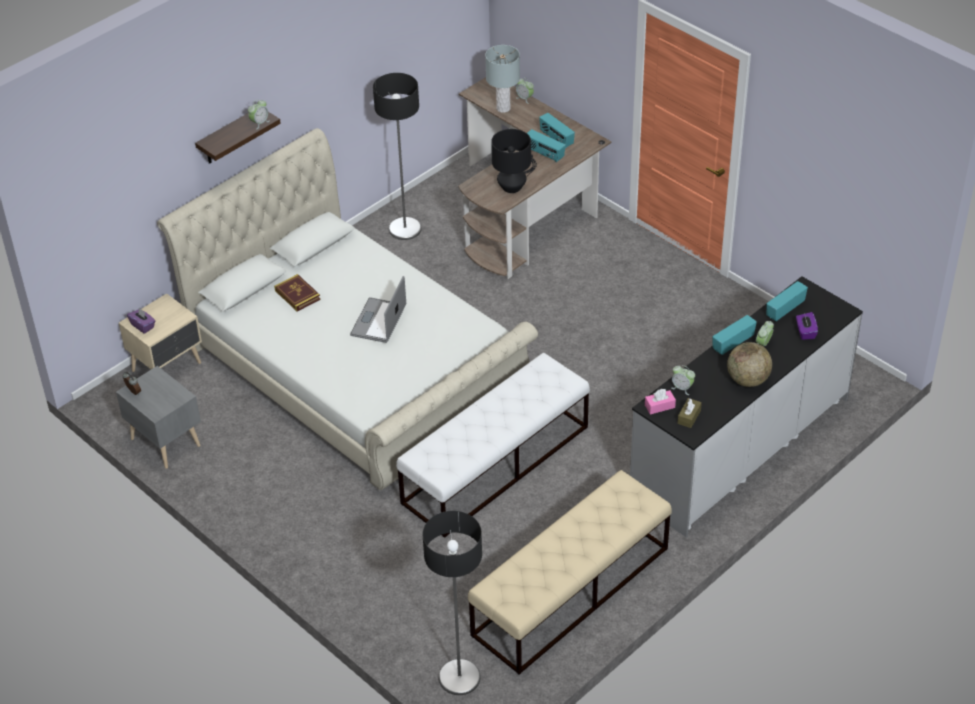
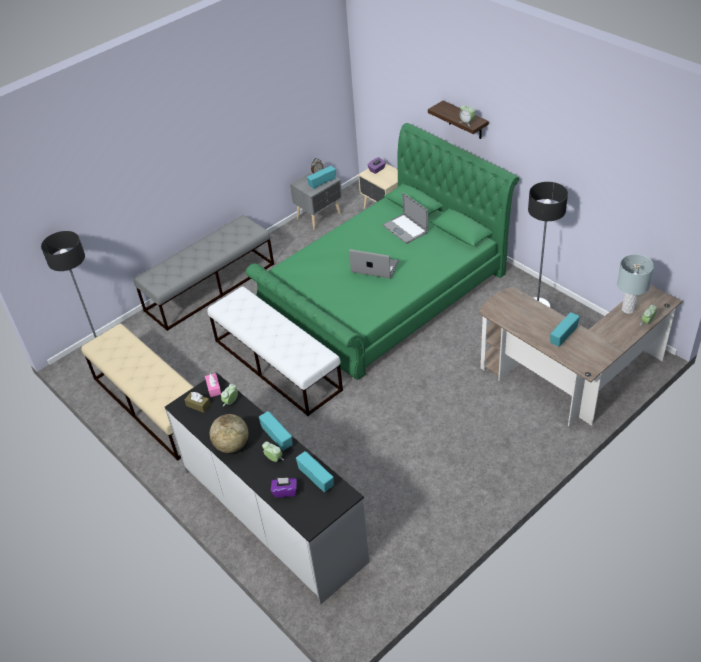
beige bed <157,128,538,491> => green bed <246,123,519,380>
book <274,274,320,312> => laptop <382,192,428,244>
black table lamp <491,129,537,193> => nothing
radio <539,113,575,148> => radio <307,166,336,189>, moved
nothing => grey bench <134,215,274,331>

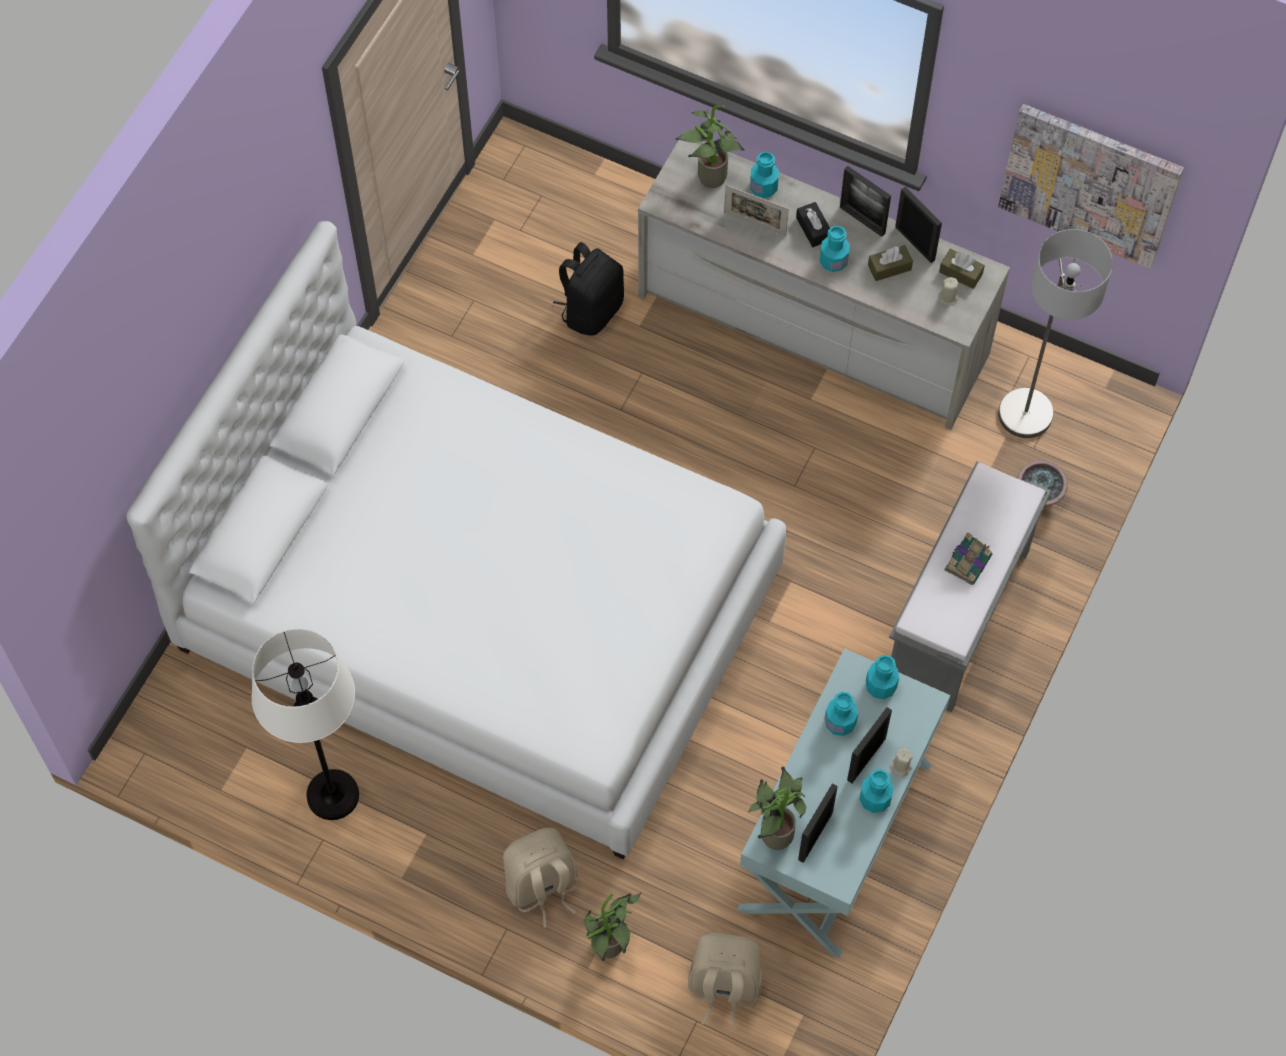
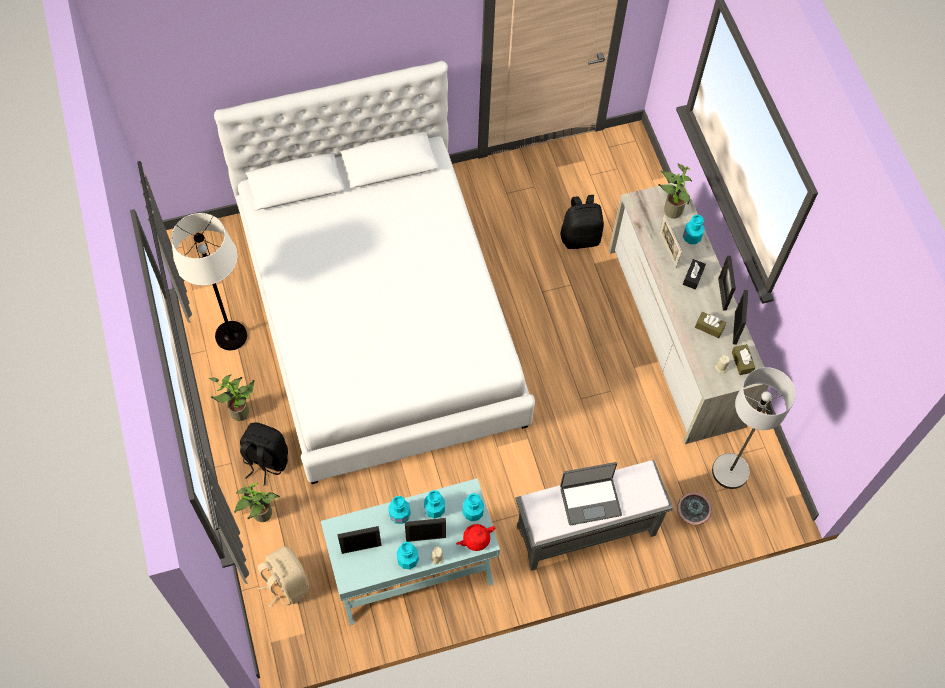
beige backpack <503,828,579,928> => black backpack <240,422,288,486>
potted plant <748,767,806,850> => potted plant <209,374,255,421>, moved
turquoise bottle <819,226,850,272> => turquoise bottle <388,496,410,524>, moved
book <944,532,992,585> => laptop <560,462,622,525>
picture <998,104,1184,269> => nothing
nothing => red teapot <456,524,495,551>

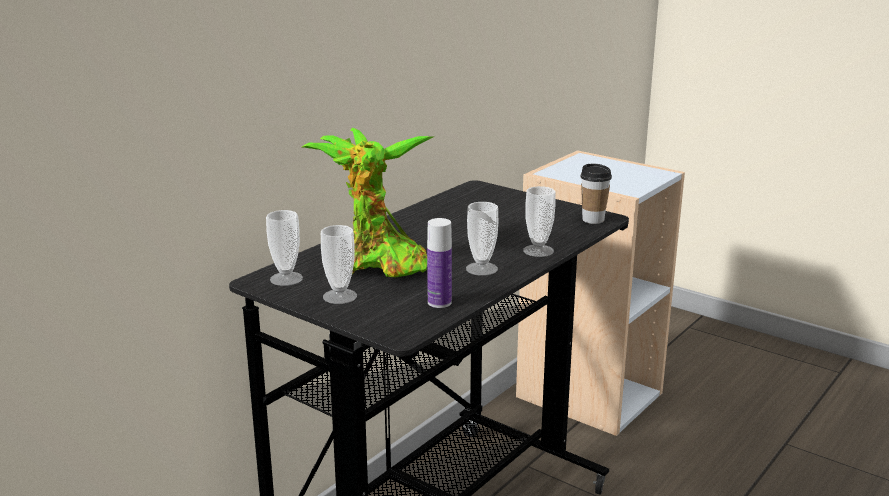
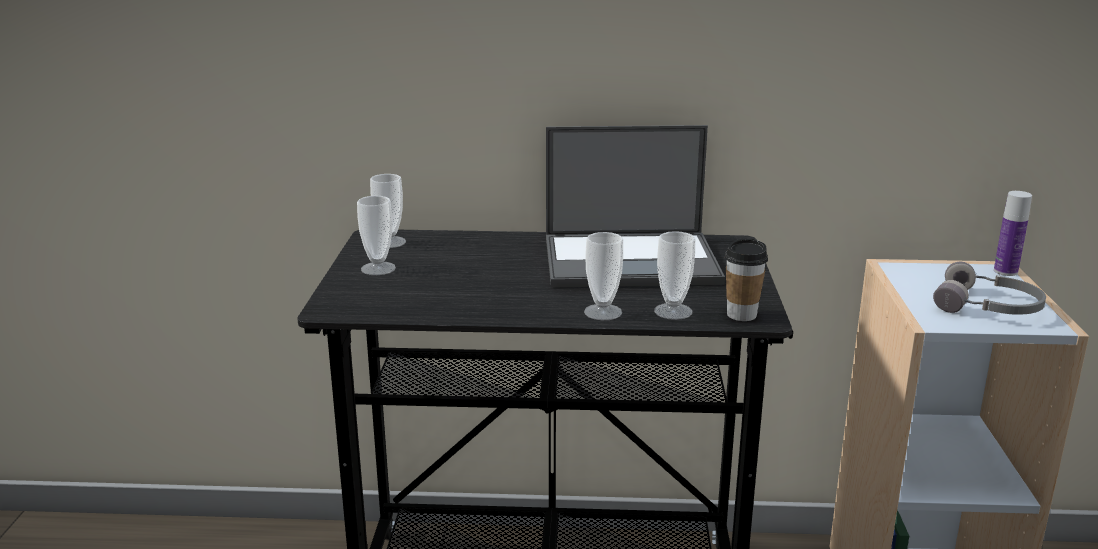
potted plant <302,128,435,277> => nothing
bottle <427,218,452,308> => bottle <994,191,1032,276>, moved
cup <466,202,498,276> => cup <654,231,695,320>, moved
nothing => laptop <546,125,725,288>
nothing => grey headphones <933,262,1046,315>

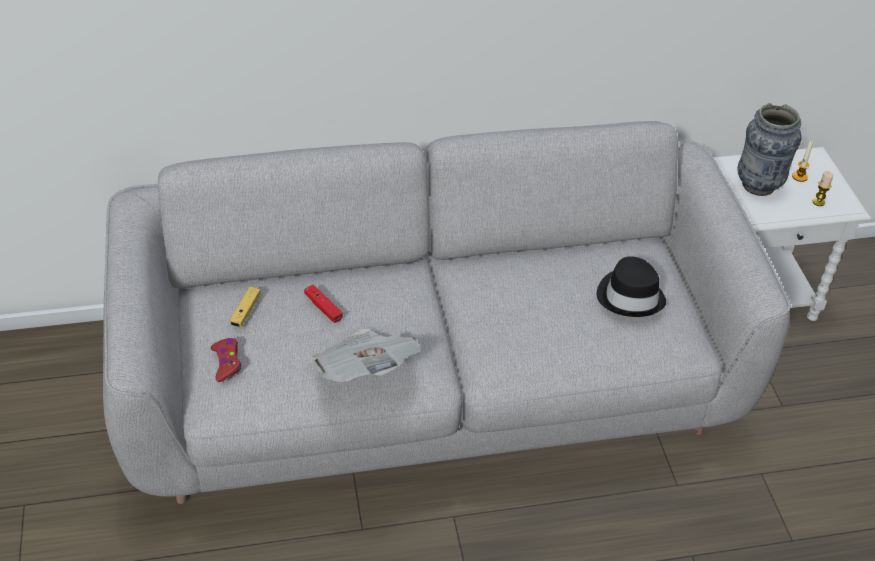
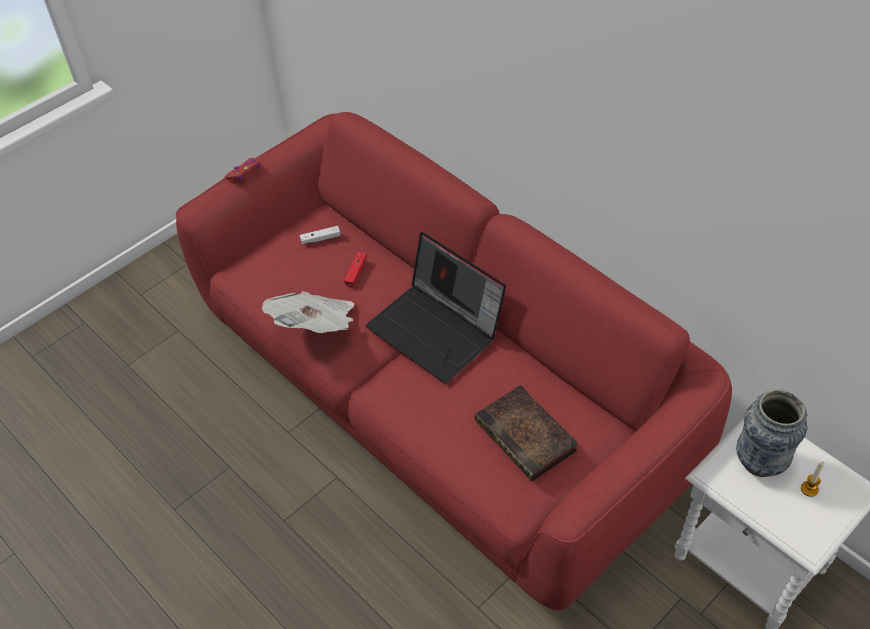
grey sofa <103,121,791,504> => red sofa <176,112,732,610>
red game controller <211,338,241,382> => red game controller <225,158,260,181>, moved
yellow game controller <230,287,261,327> => white game controller <300,226,340,244>
black hat <597,256,666,317> => book <474,385,578,481>
candle <813,171,834,206> => nothing
nothing => laptop <366,232,506,383>

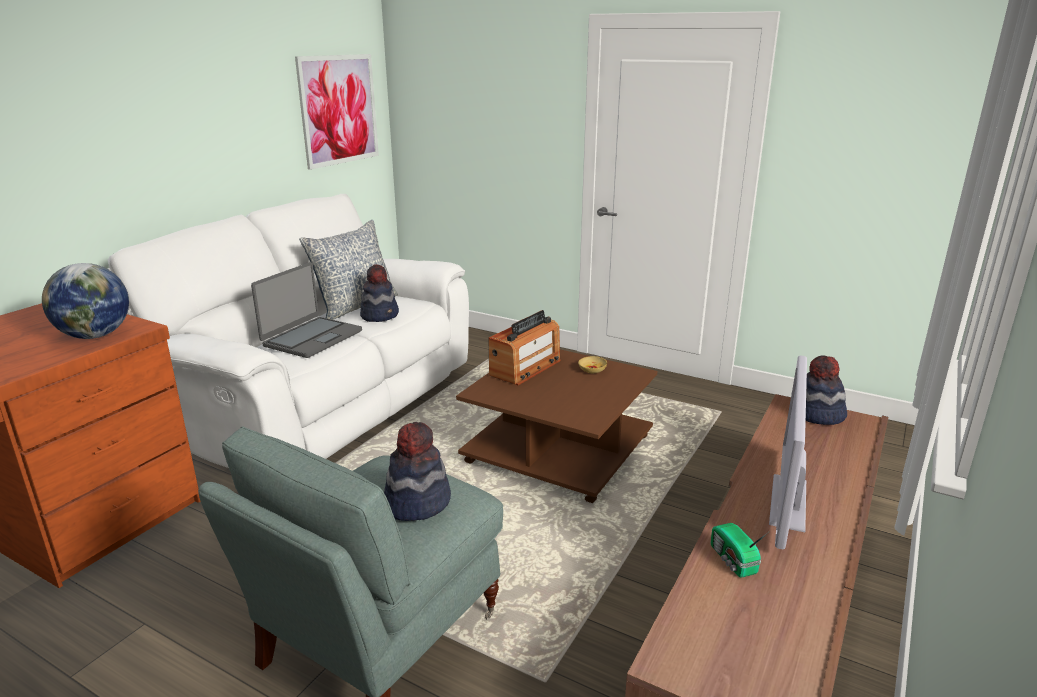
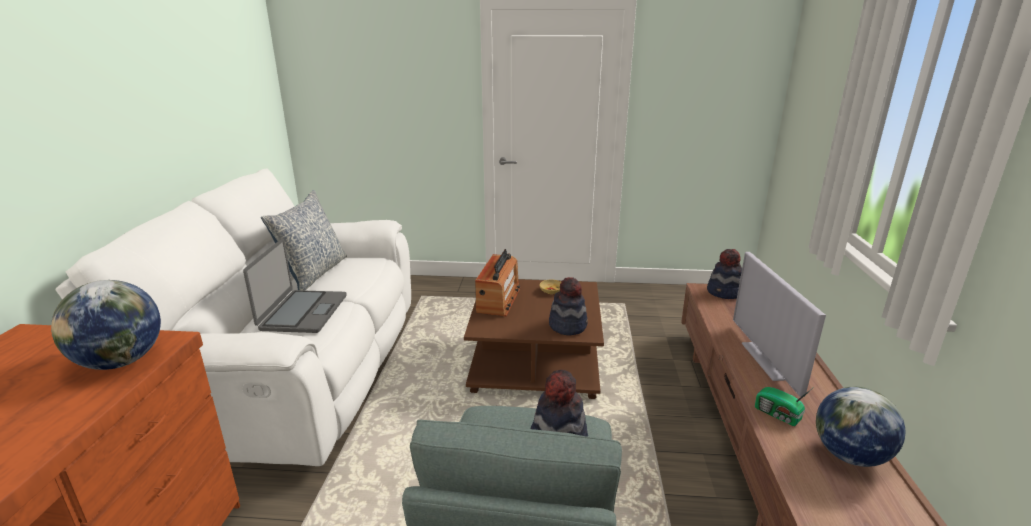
picture <295,54,379,170> => nothing
hat <360,264,399,322> => hat <549,277,588,336>, moved
nothing => globe <816,387,905,467>

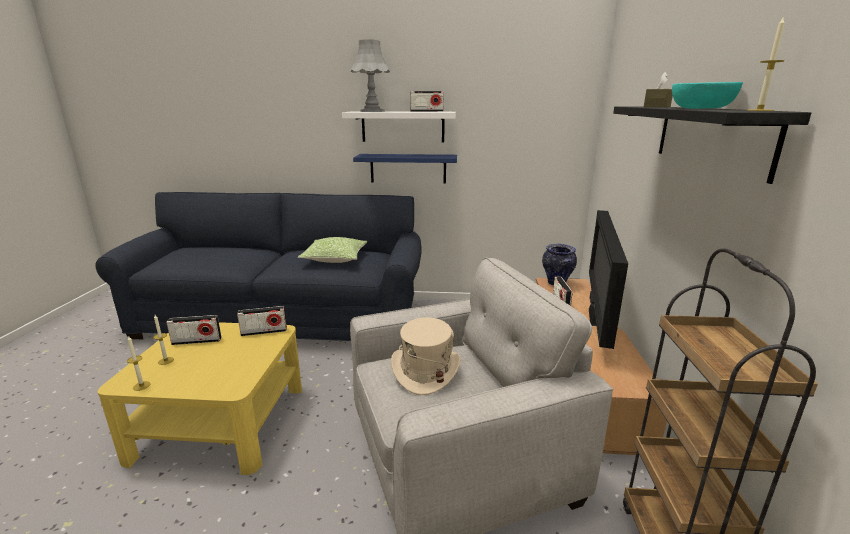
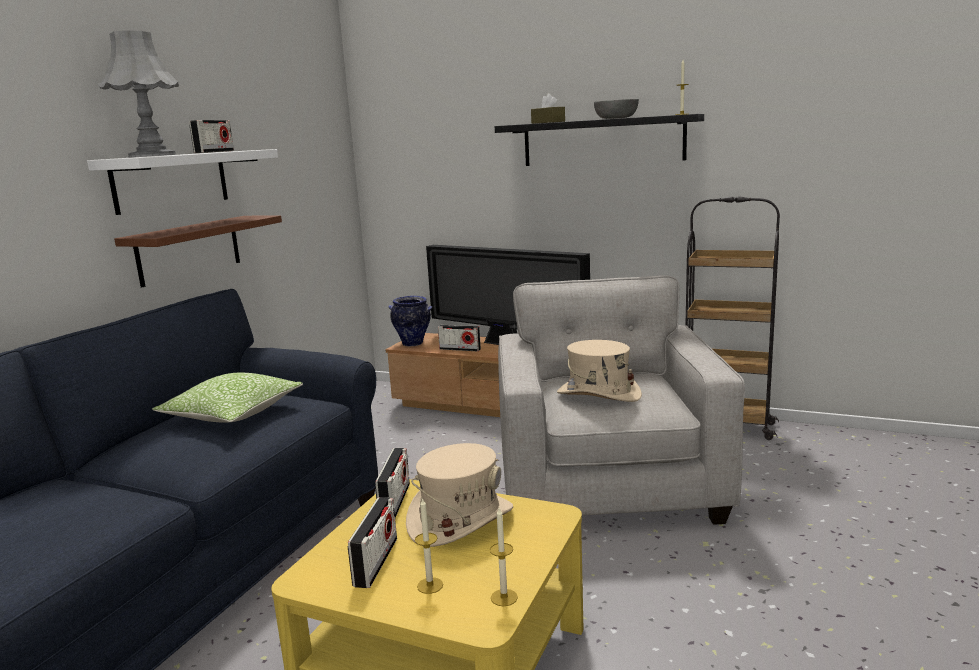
blue shelf <353,154,457,184> => brown shelf <114,215,282,287>
turquoise bowl <672,82,743,109> => grey bowl <594,99,639,119>
nothing => beige hat <406,443,513,547>

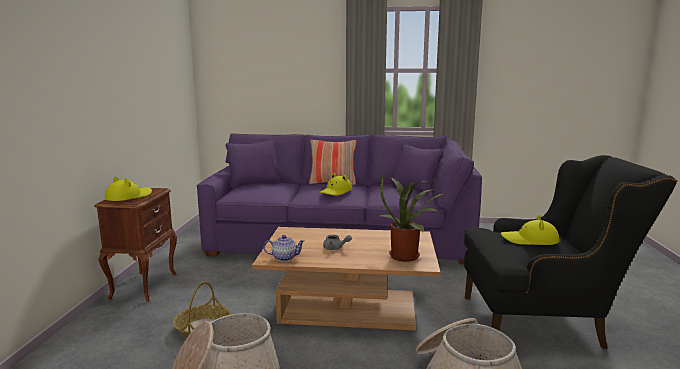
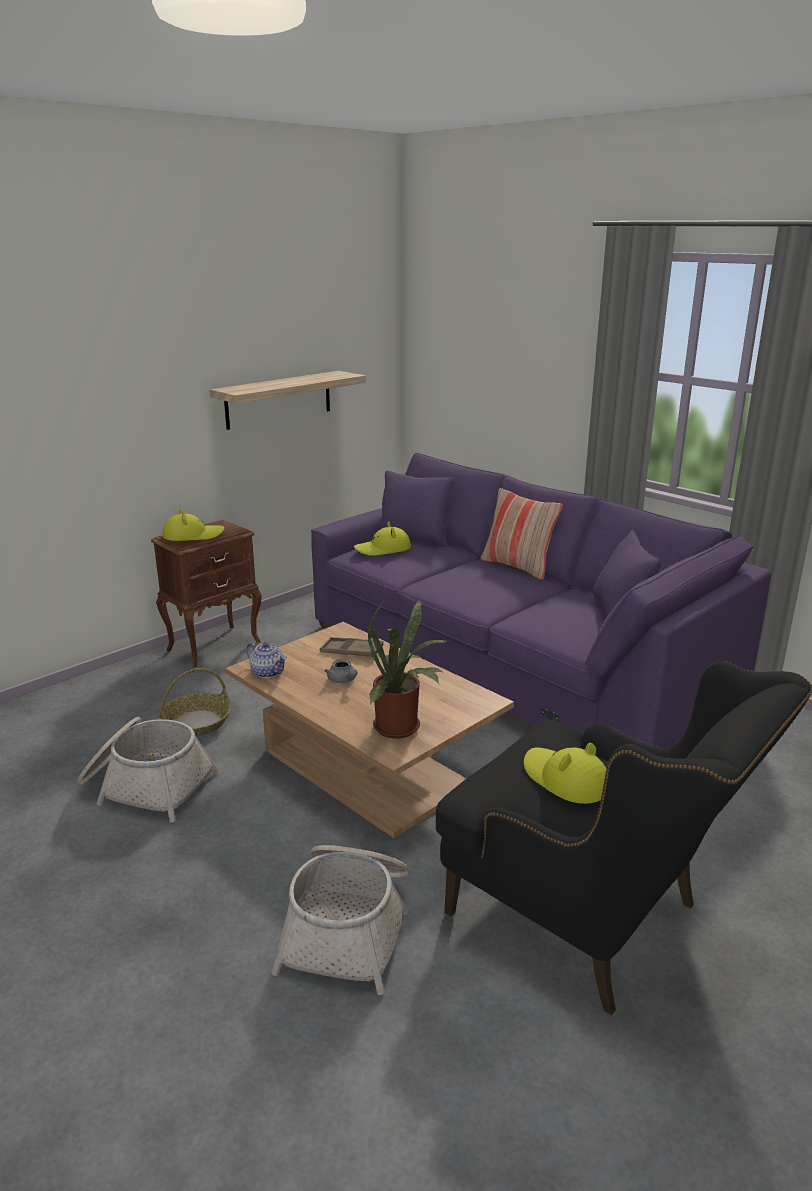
yellow hat <320,173,352,196> => yellow hat <354,521,411,556>, moved
nothing => shelf <209,371,366,430>
nothing => brown tray <320,637,384,657>

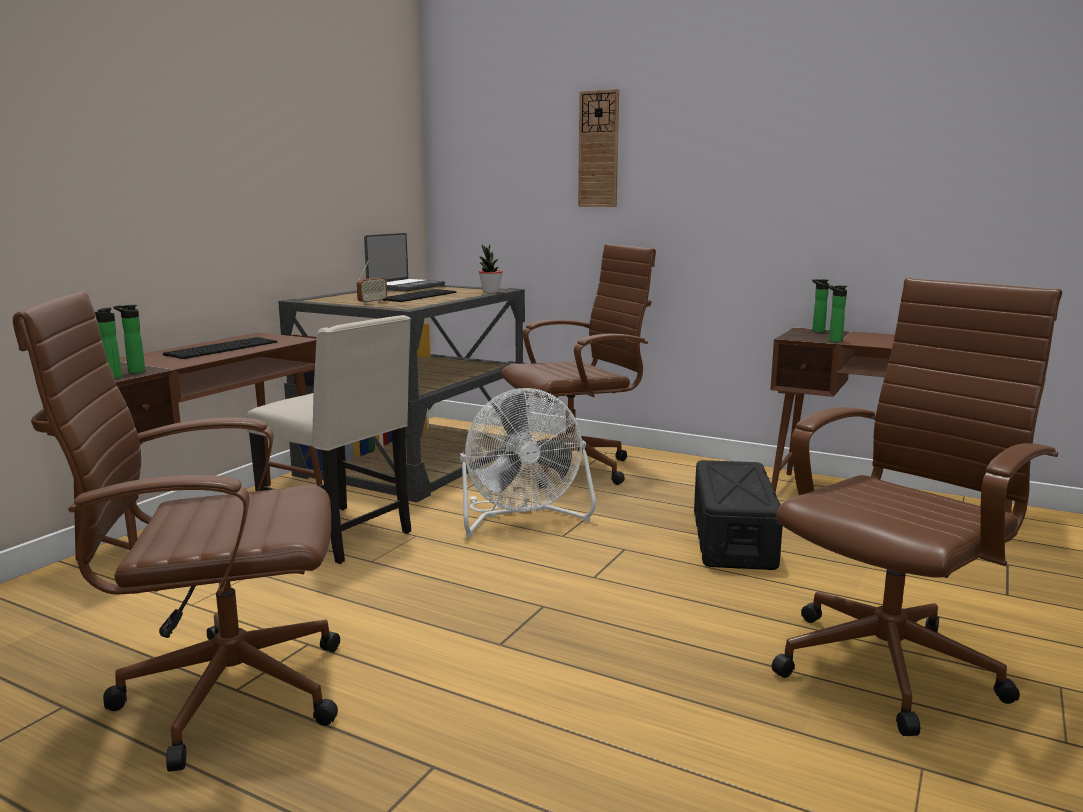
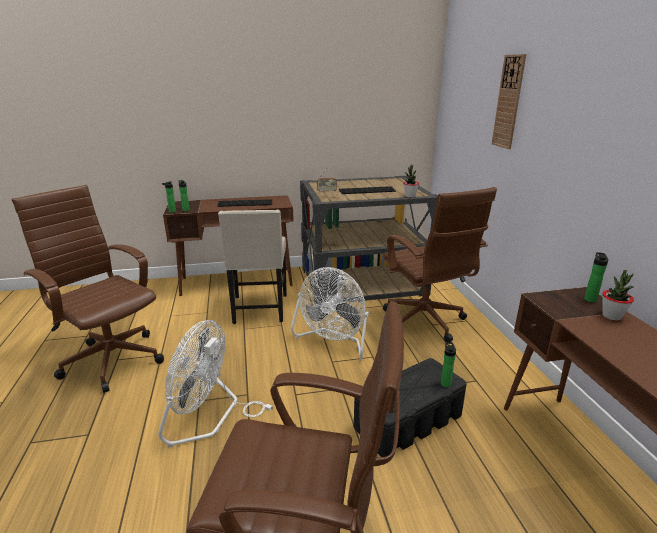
laptop <364,233,445,292> => nothing
brown office chair <502,244,656,489> => brown office chair <383,187,497,342>, 45 degrees clockwise
bottle <828,285,847,342> => bottle <441,342,456,388>, moved
nothing => white fan <158,320,273,448>
nothing => potted plant <602,270,634,321>

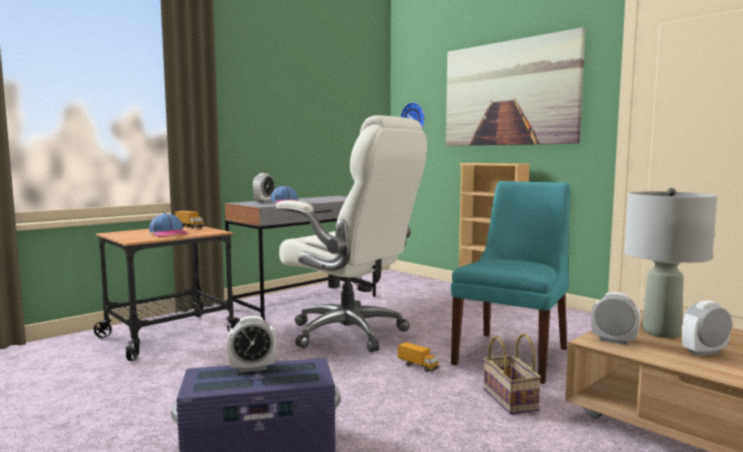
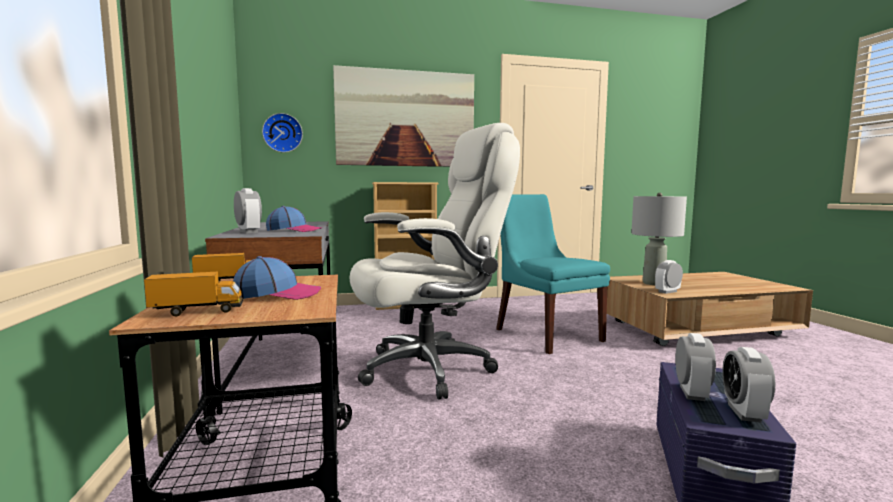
toy truck <398,342,439,372> => toy truck <144,272,243,316>, moved
basket <484,333,541,414> => nothing
alarm clock <682,300,732,356> => alarm clock <722,347,775,423>, moved

